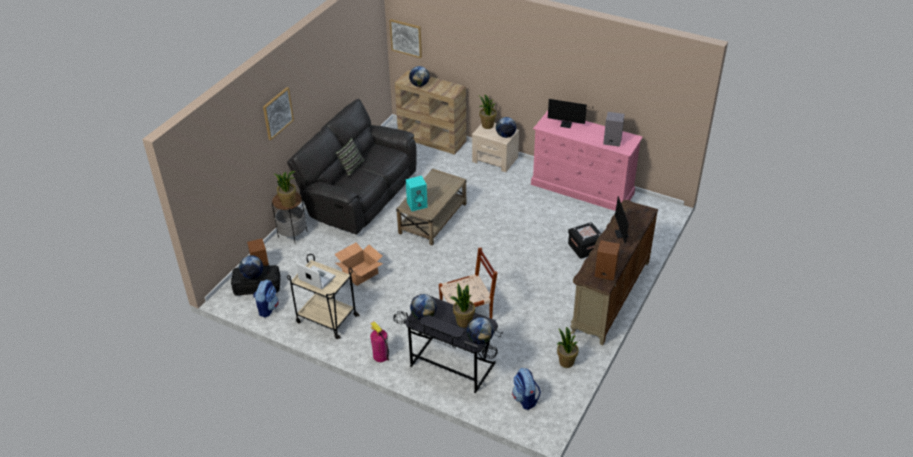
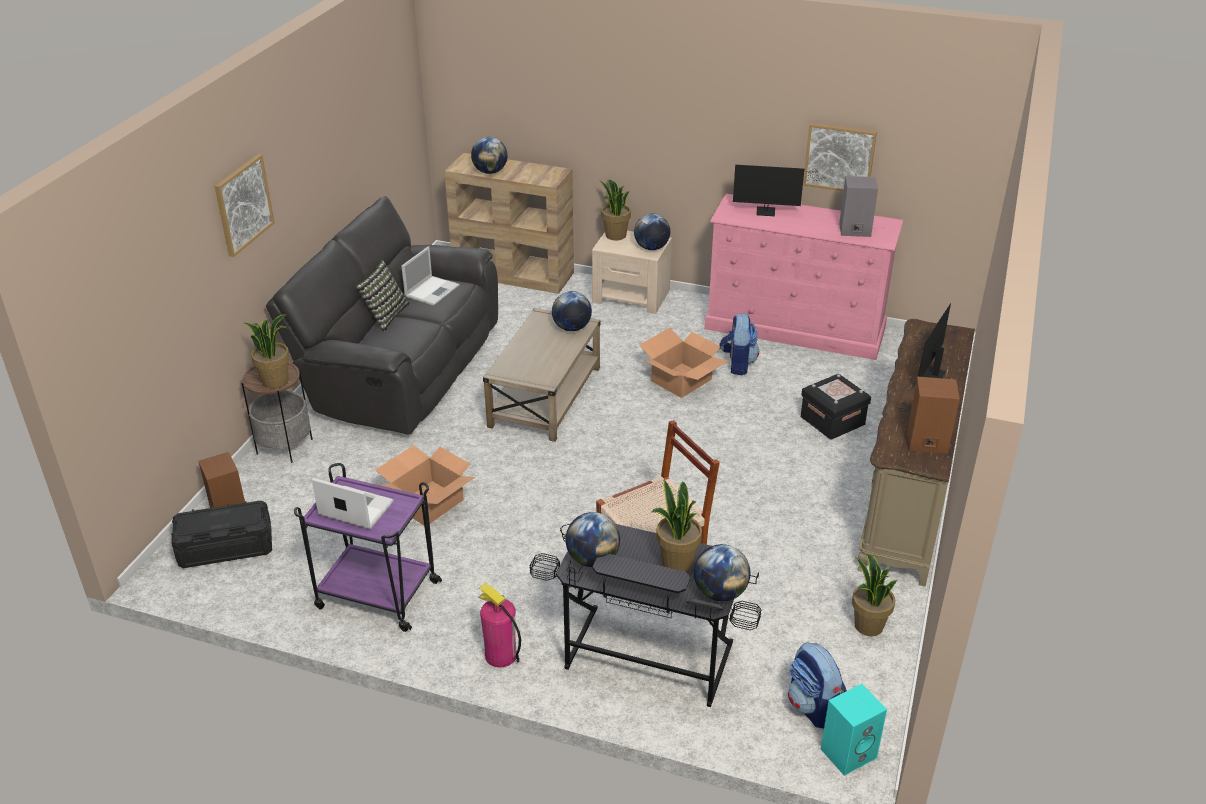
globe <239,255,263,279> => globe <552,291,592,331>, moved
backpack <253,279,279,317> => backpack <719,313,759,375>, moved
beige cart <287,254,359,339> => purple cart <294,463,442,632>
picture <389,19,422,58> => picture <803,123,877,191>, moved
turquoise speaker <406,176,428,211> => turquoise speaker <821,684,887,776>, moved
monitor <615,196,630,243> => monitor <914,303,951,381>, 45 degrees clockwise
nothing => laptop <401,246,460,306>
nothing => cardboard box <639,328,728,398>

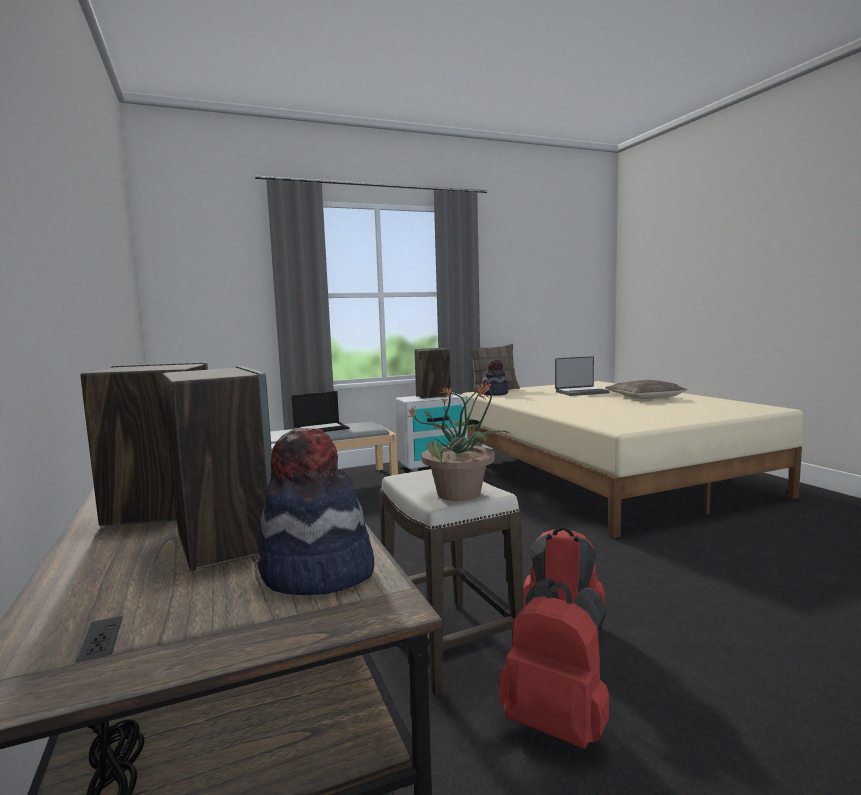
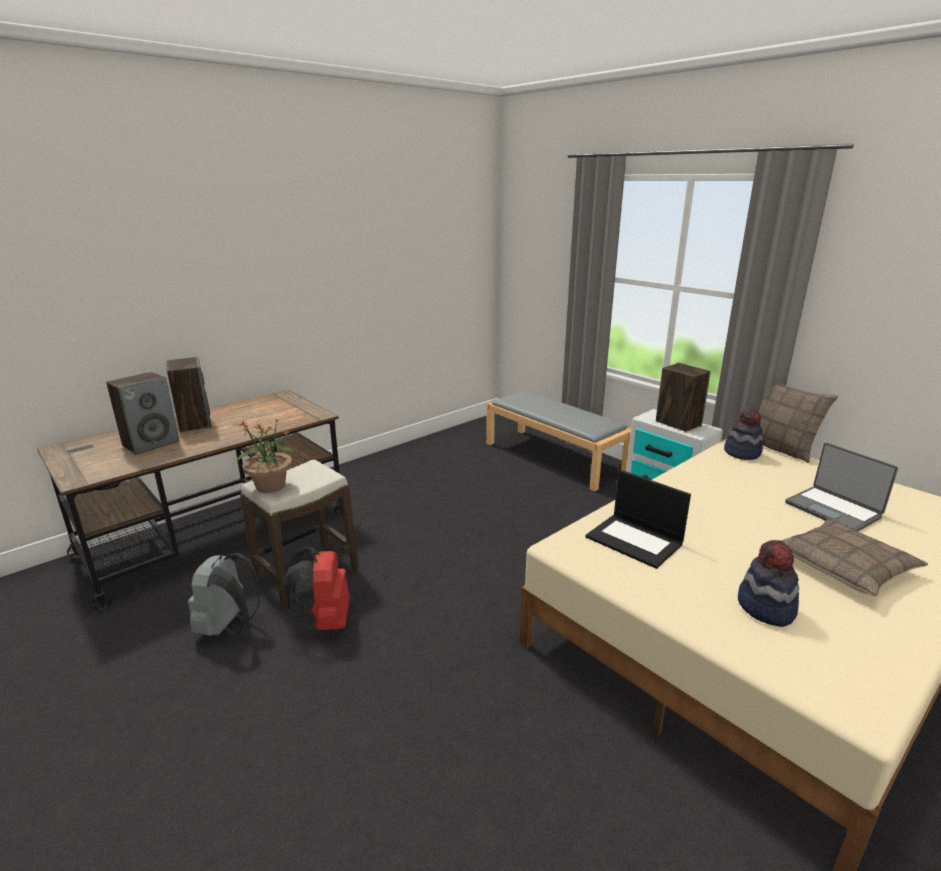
hat <257,428,374,595> => hat <738,540,799,627>, moved
laptop <292,391,349,432> => laptop <586,470,691,569>, moved
red backpack <499,579,609,749> => grey backpack <188,553,260,636>

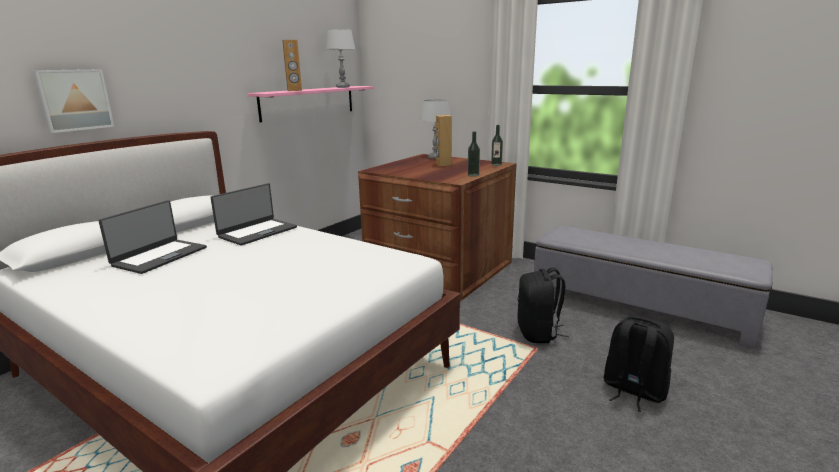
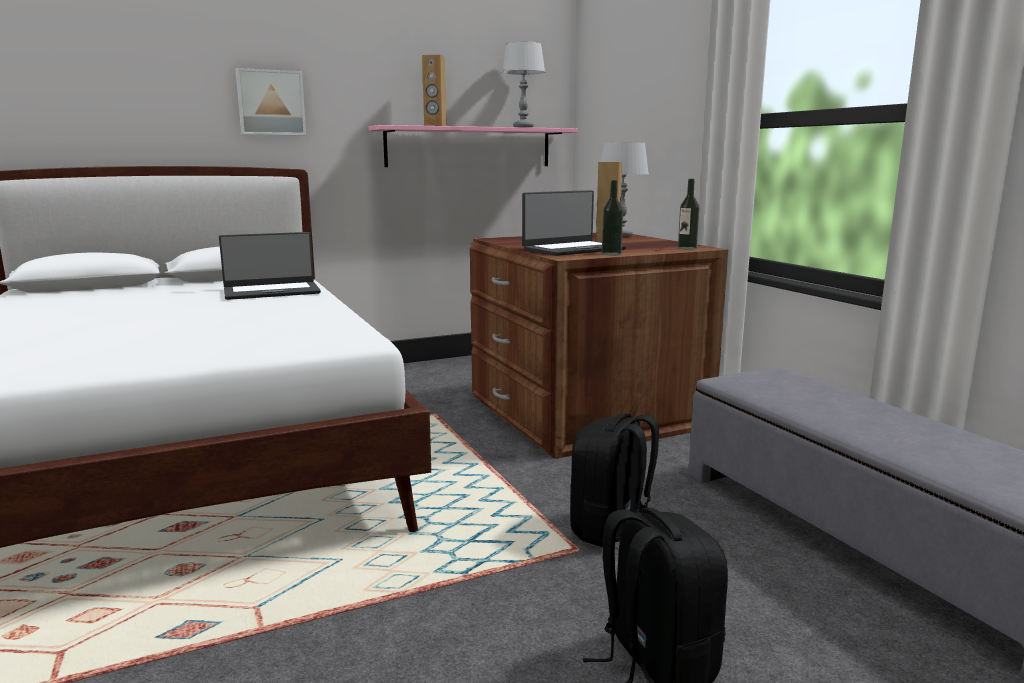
picture <32,69,114,133> => picture <236,68,306,135>, moved
laptop <98,200,207,274> => laptop <522,190,626,256>, moved

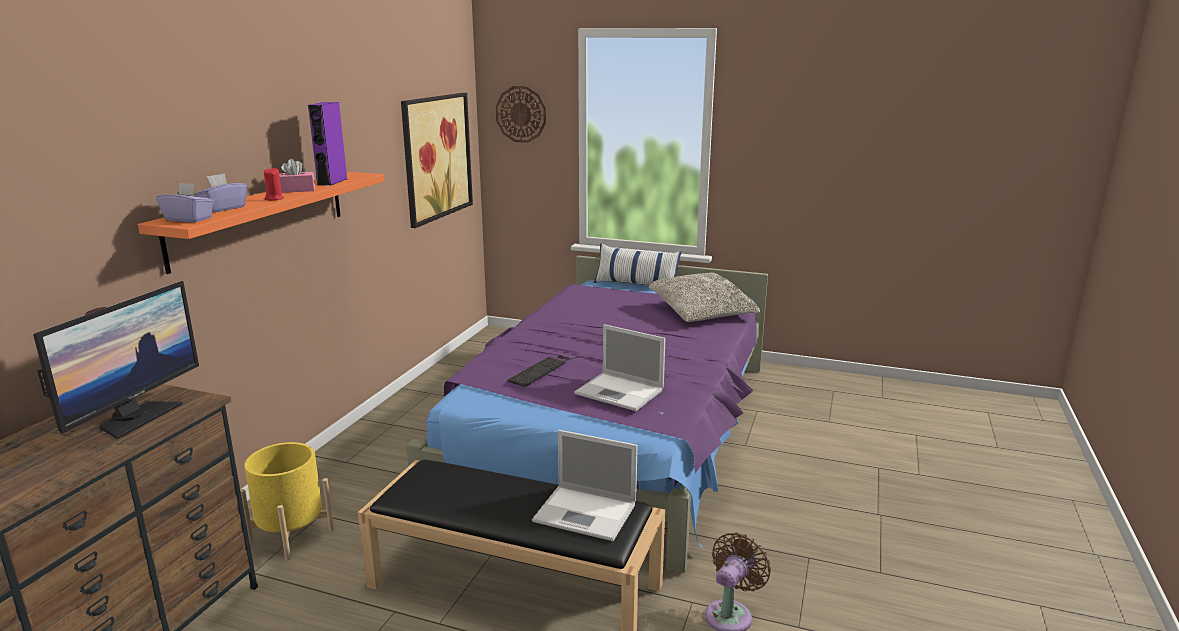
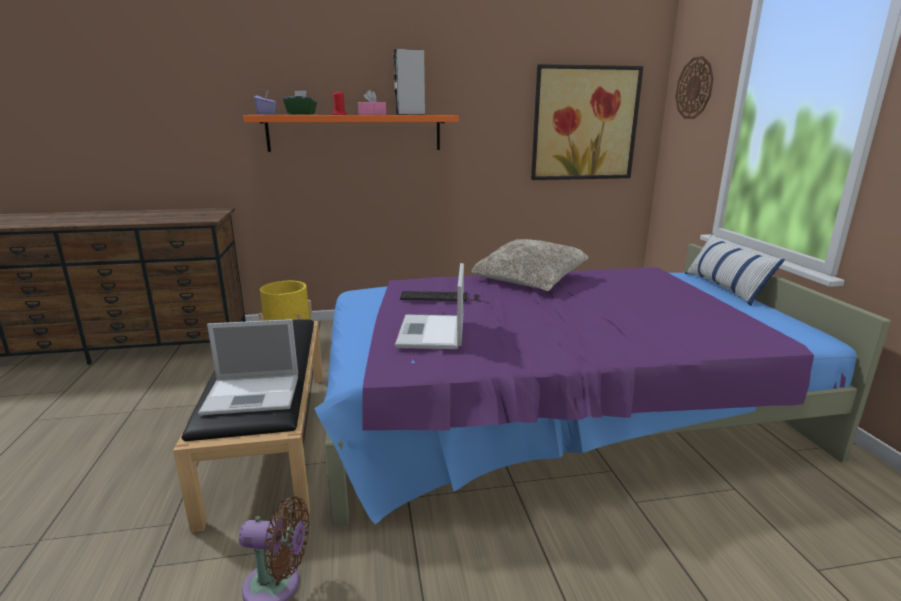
monitor <33,281,199,439> => nothing
purple tissue box <194,173,247,212> => green tissue box <283,90,317,115>
purple speaker <308,102,347,186> => grey speaker <394,49,425,115>
laptop <532,430,638,541> => laptop <198,319,298,415>, 90 degrees counterclockwise
beige pillow <649,272,760,322> => beige pillow <471,239,589,291>, moved

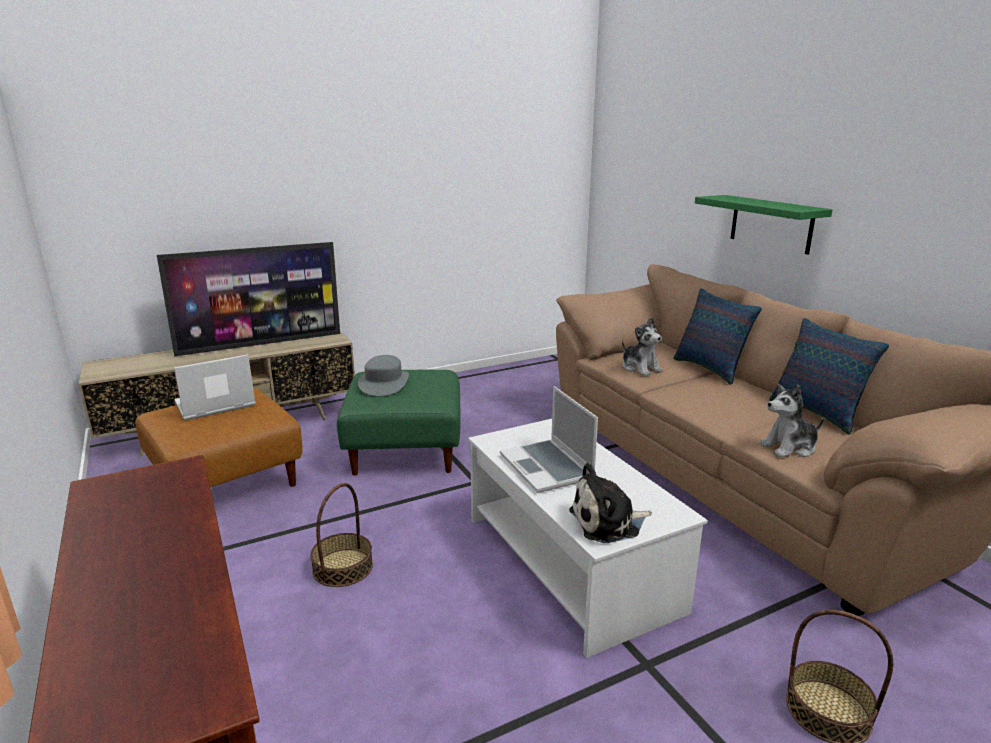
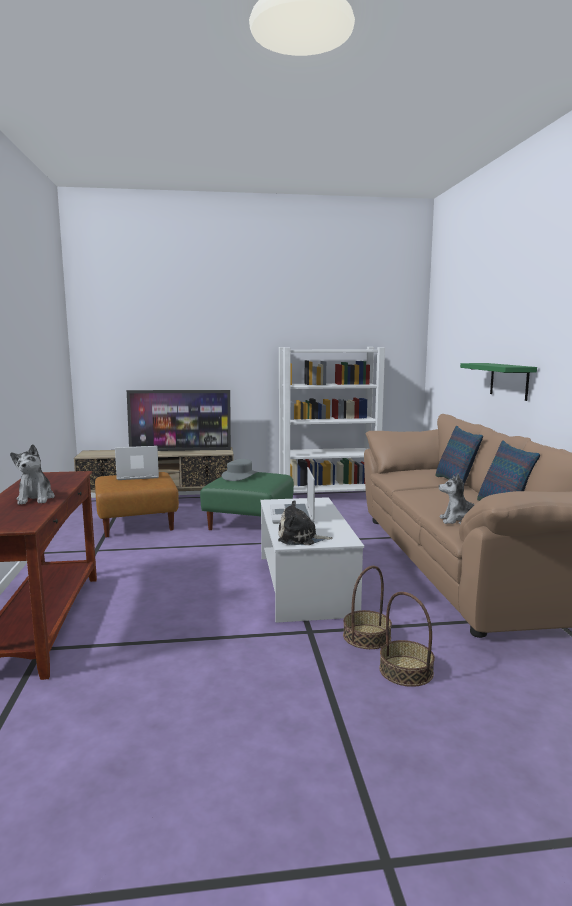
basket <310,483,373,587> => basket <343,566,392,649>, moved
plush toy <622,317,663,376> => plush toy <10,444,55,505>, moved
nothing => white bookcase <279,347,385,493>

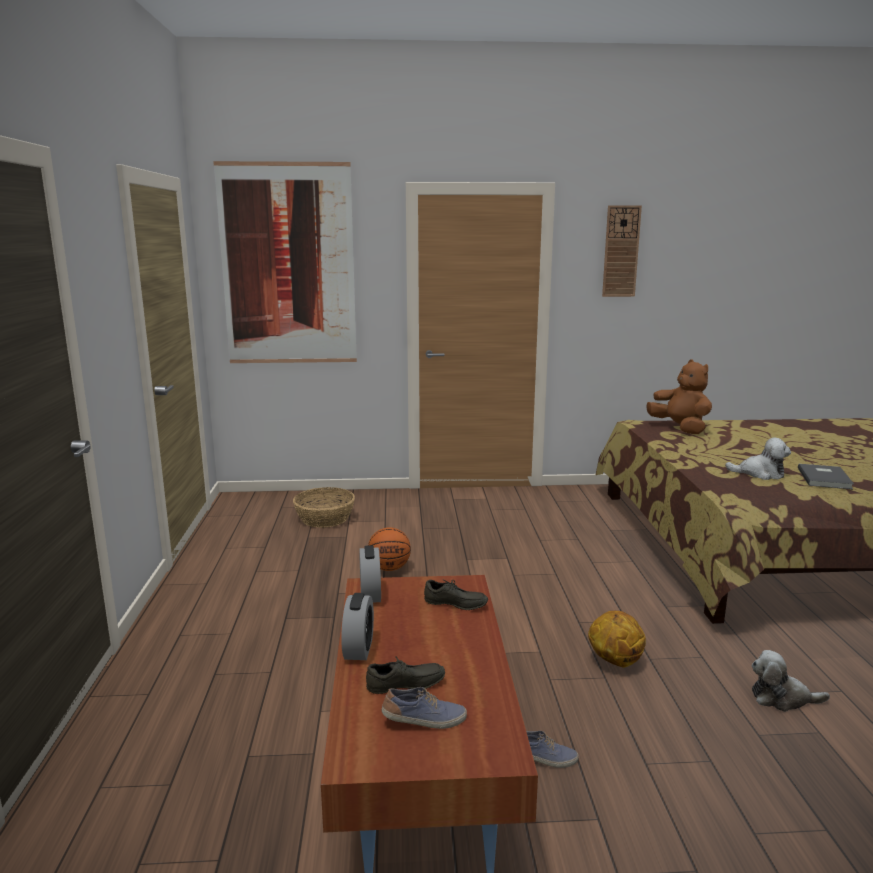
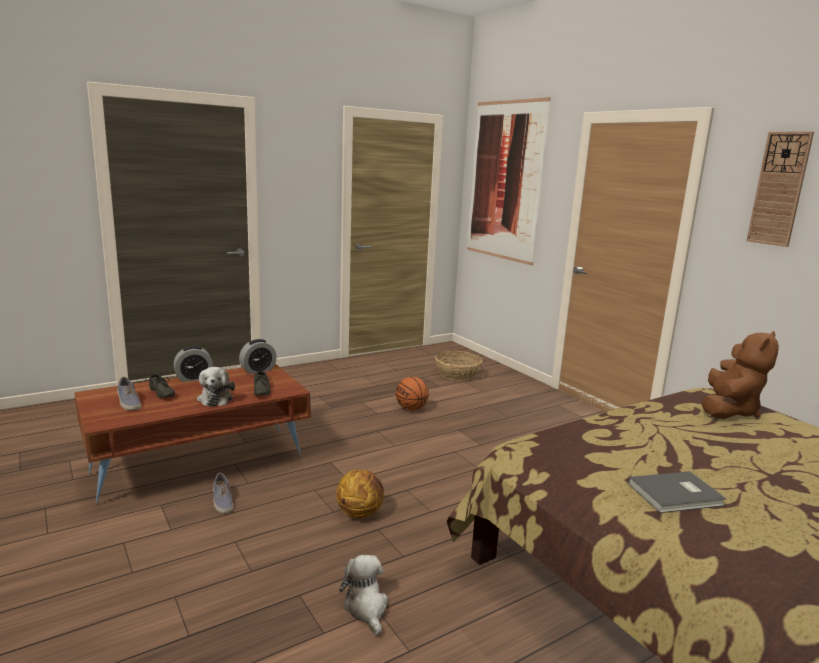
plush toy <725,437,791,480> => plush toy <197,367,235,407>, moved

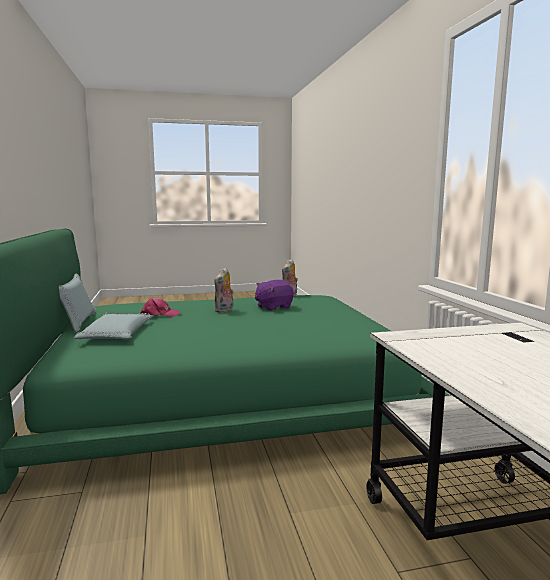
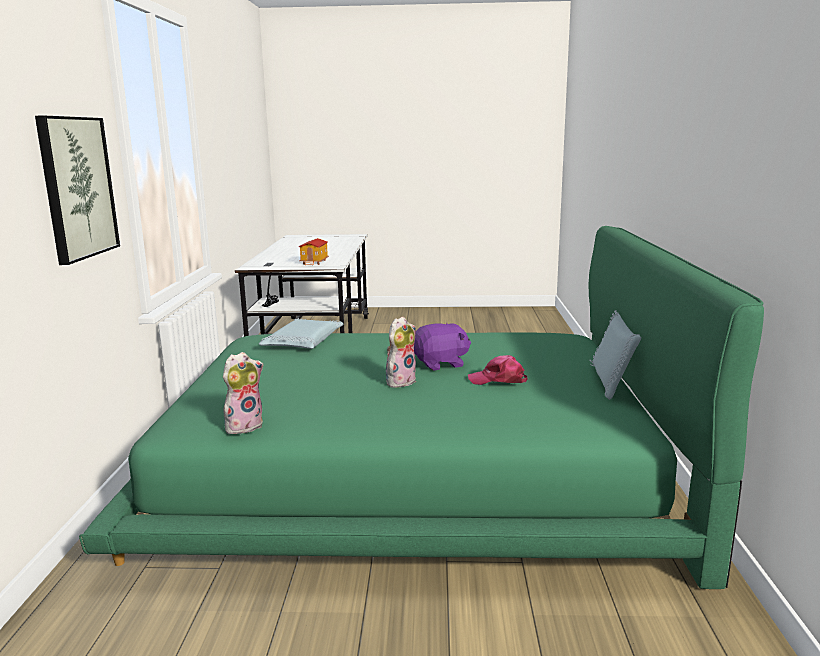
blue pillow <74,312,152,340> => blue pillow <259,318,343,349>, moved
purple plush toy <255,280,294,311> => purple plush toy <414,323,471,371>, moved
nothing => picture <35,116,120,265>
nothing => toy house <298,238,329,265>

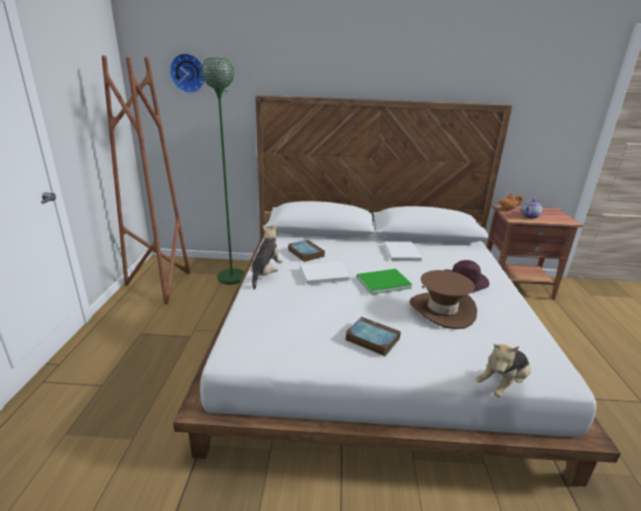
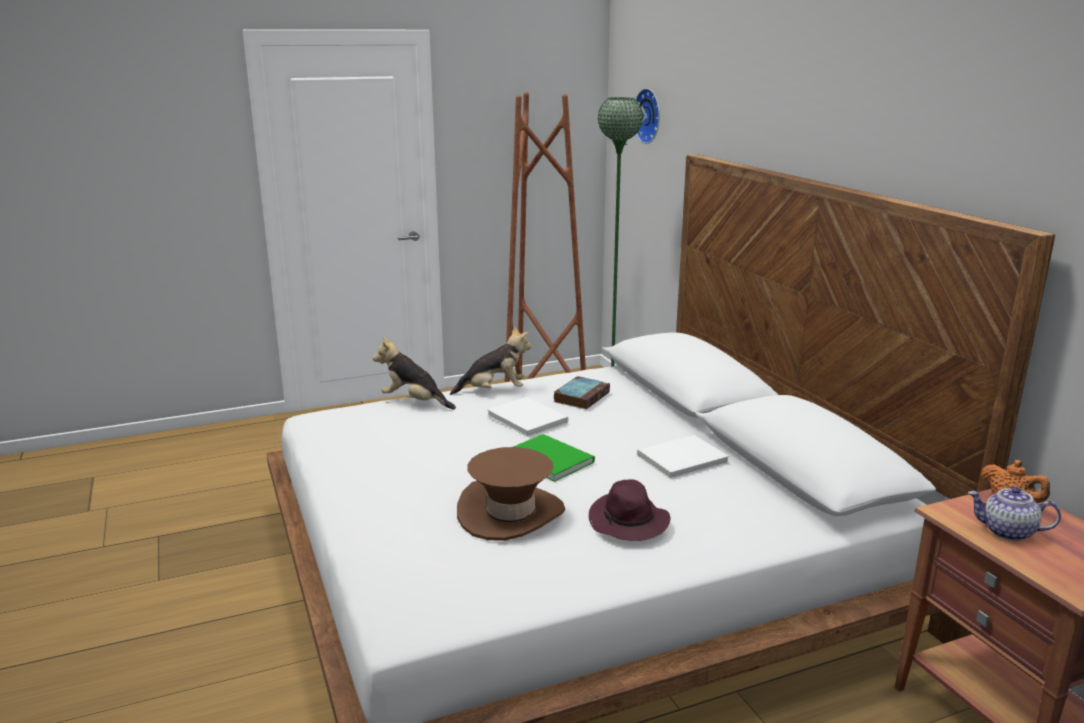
book <345,317,401,356> => nothing
plush toy <476,344,531,397> => plush toy <373,337,456,410>, moved

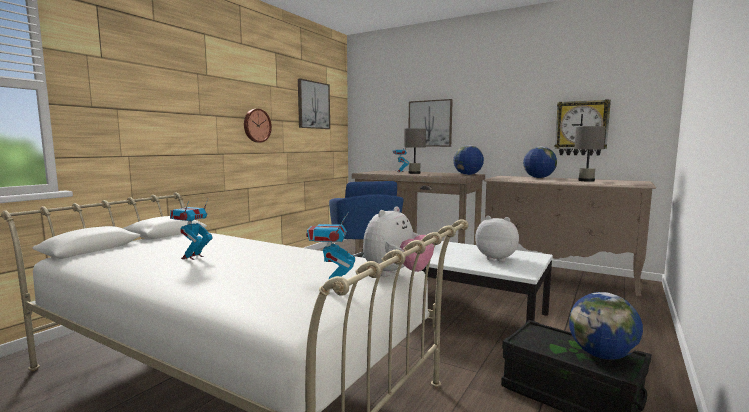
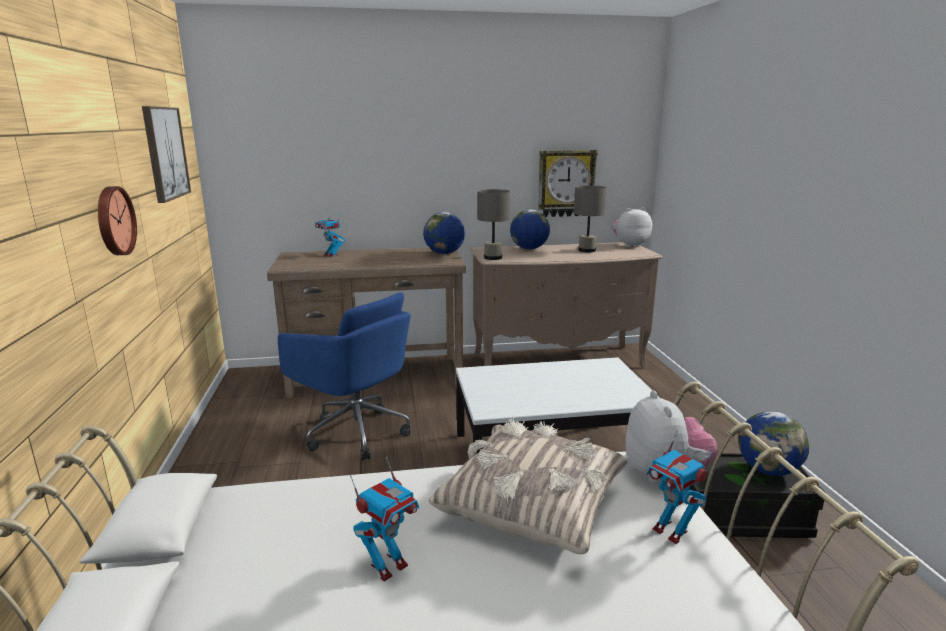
toy robot <170,199,212,260> => toy robot <350,456,419,582>, 120 degrees counterclockwise
grey table lamp <404,128,426,174> => grey table lamp <477,189,510,260>, moved
picture <409,99,453,147> => nothing
plush toy <475,216,519,262> => plush toy <612,207,652,247>, moved
nothing => beige pillow <429,418,627,554>

